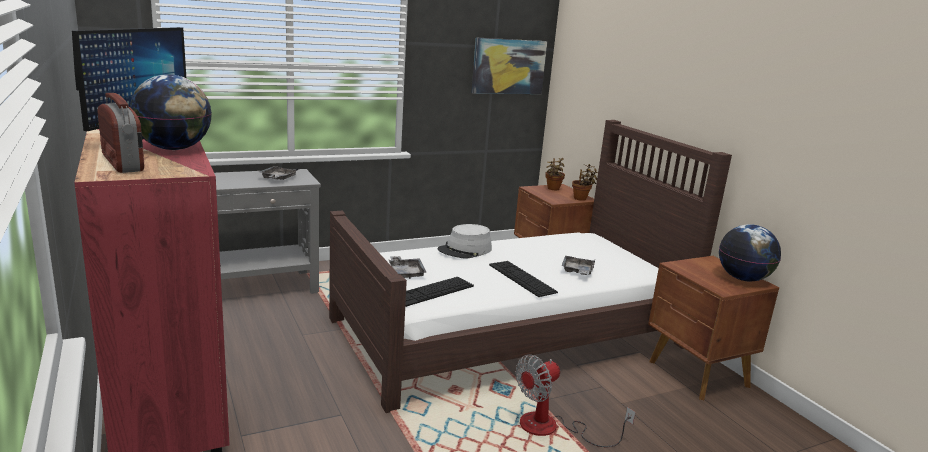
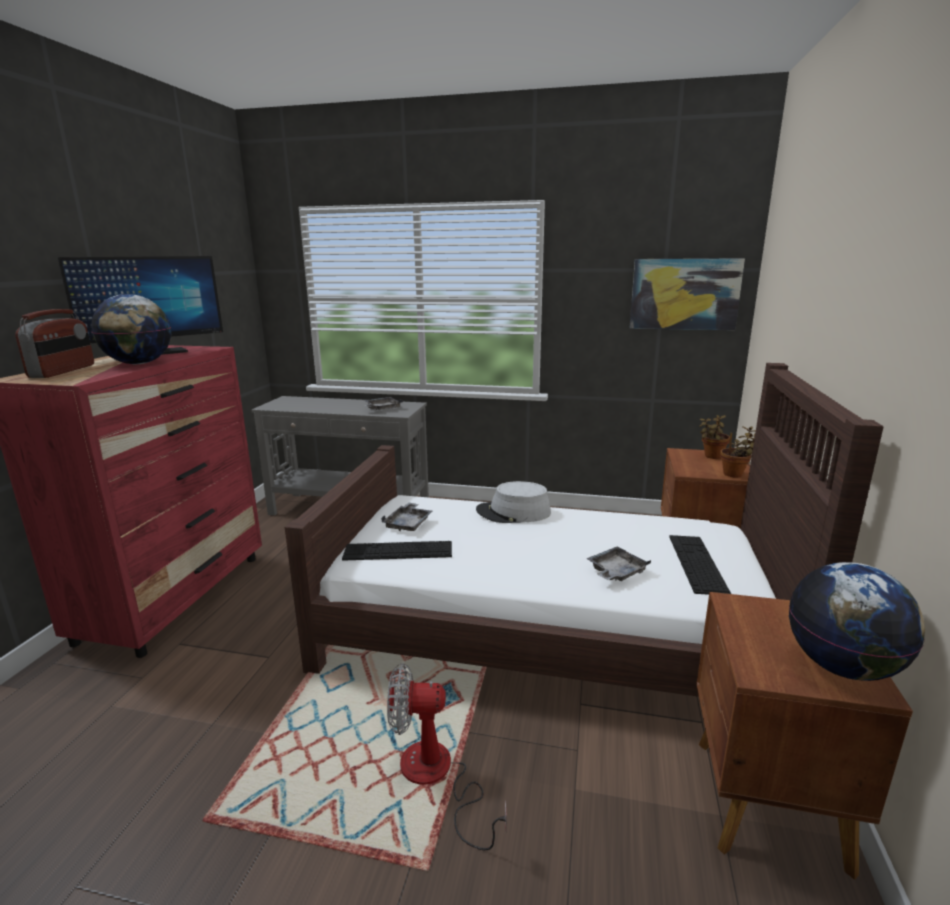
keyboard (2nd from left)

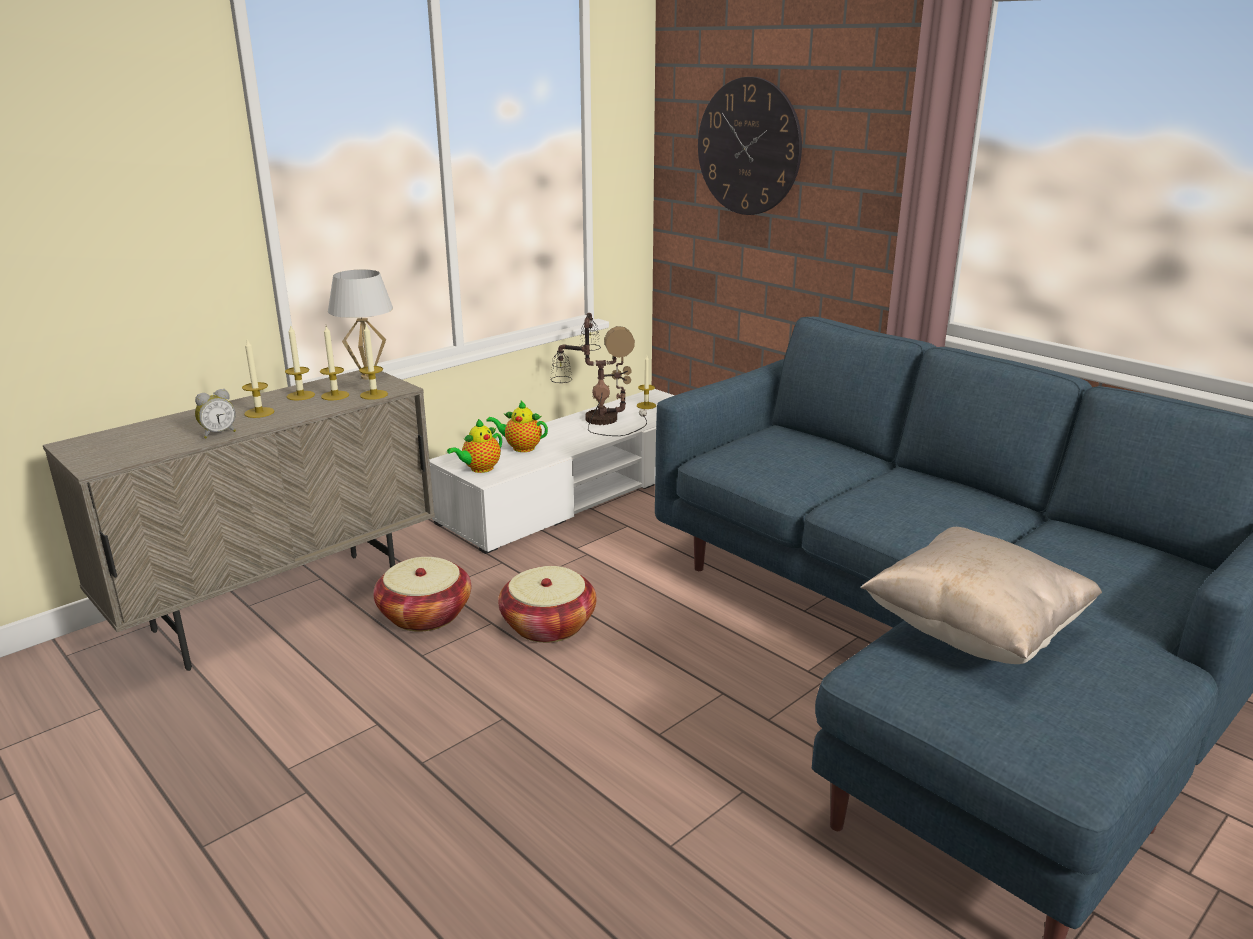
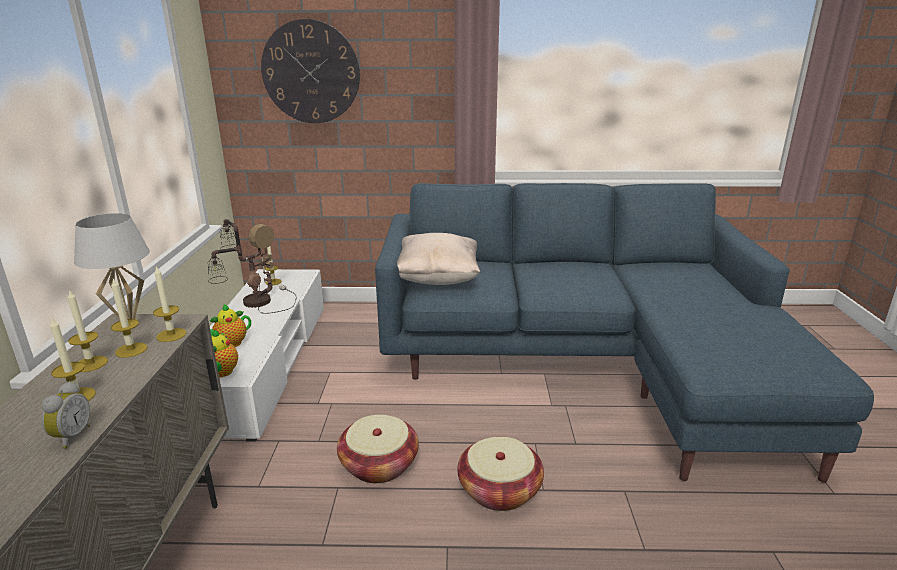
basket (2nd from left)
pillow (beige)

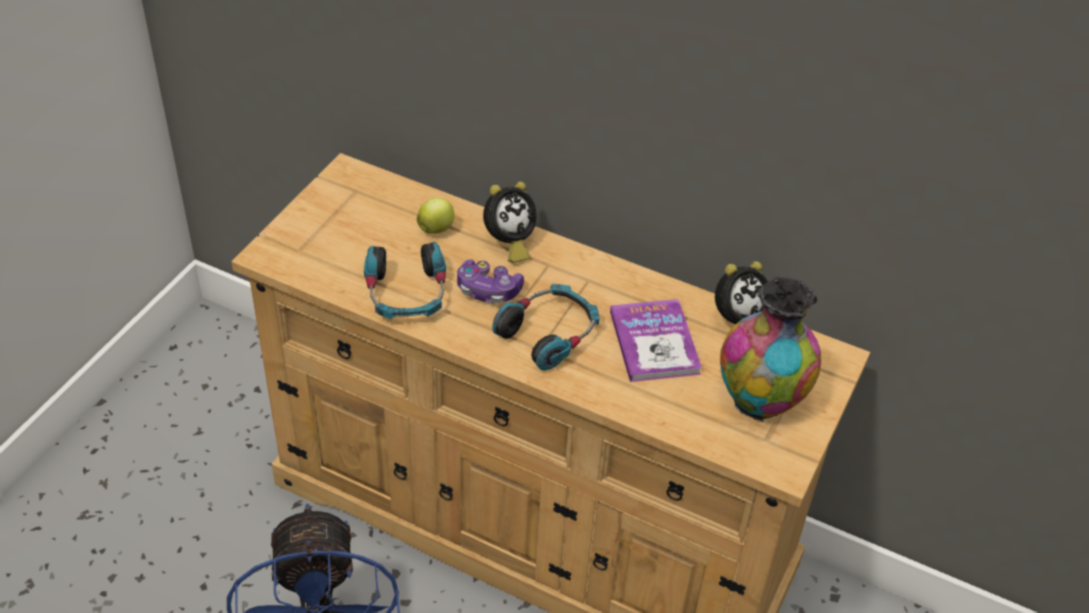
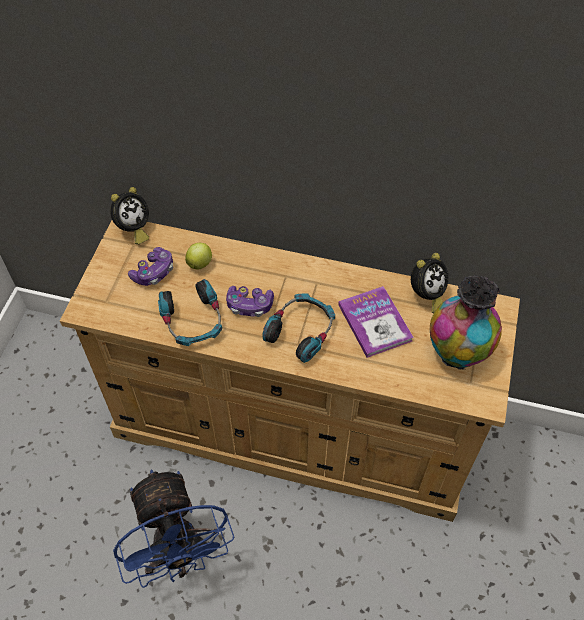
game controller (1st from left)
alarm clock (1st from left)

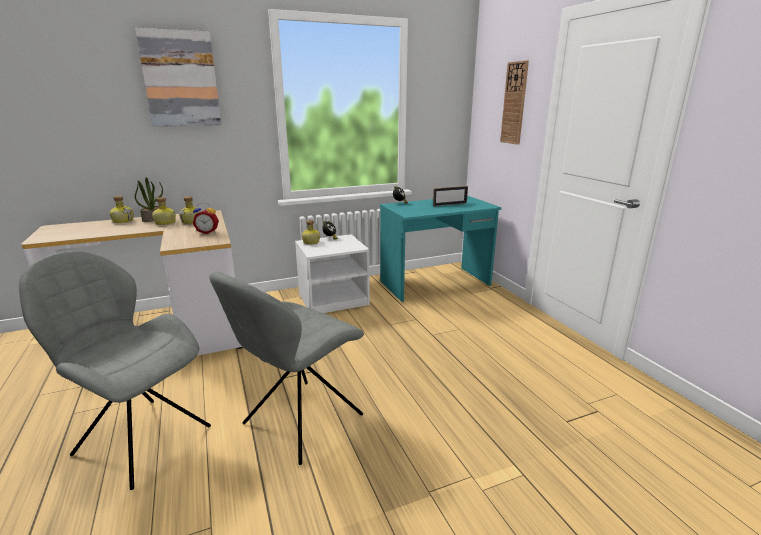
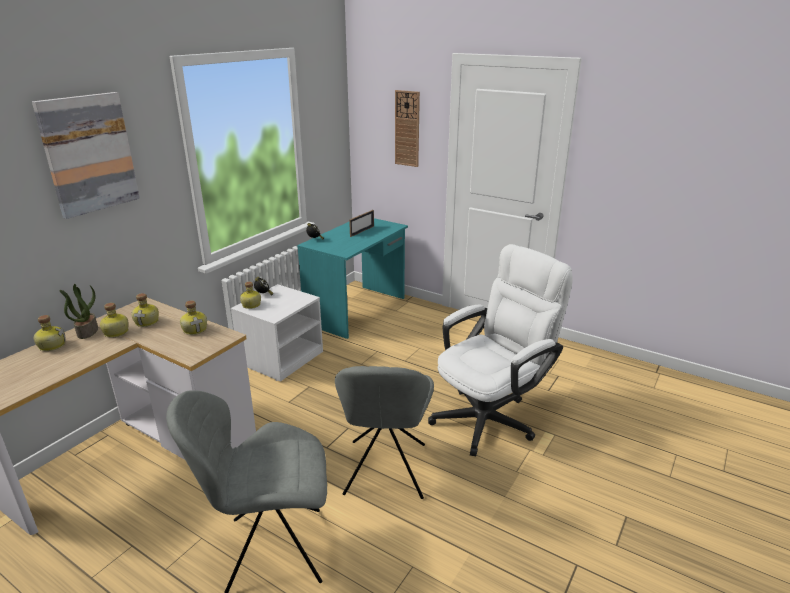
office chair (white)
bottle (4th from left)

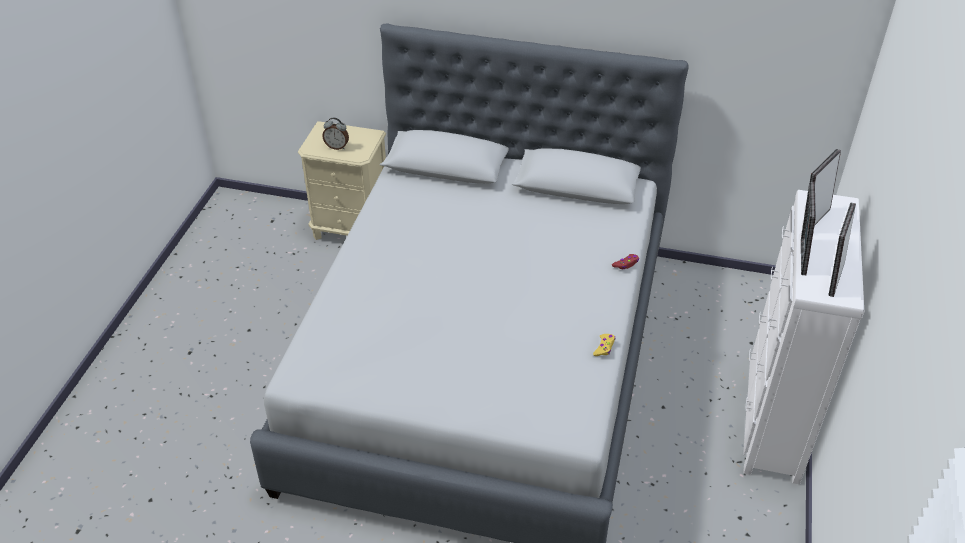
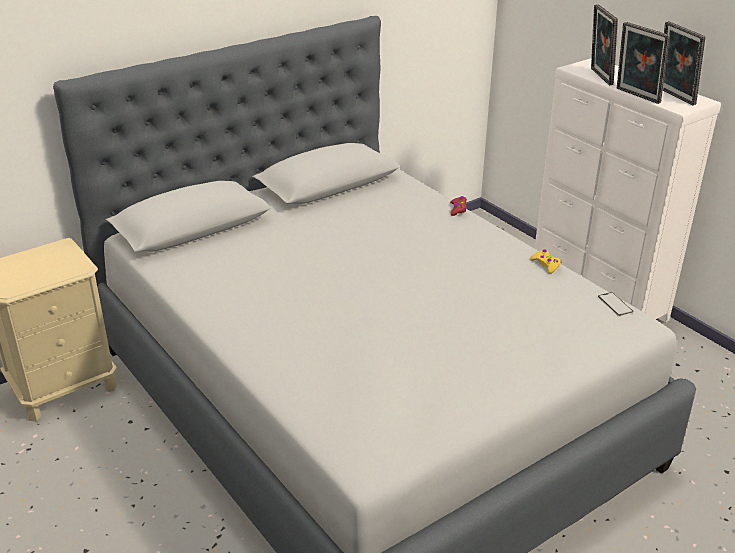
alarm clock
phone

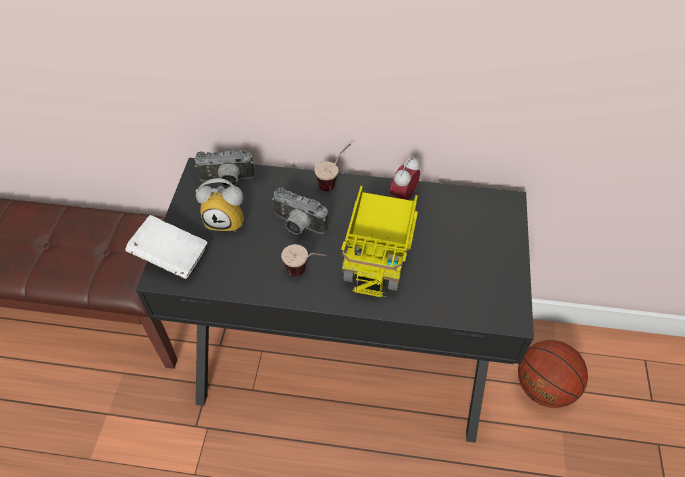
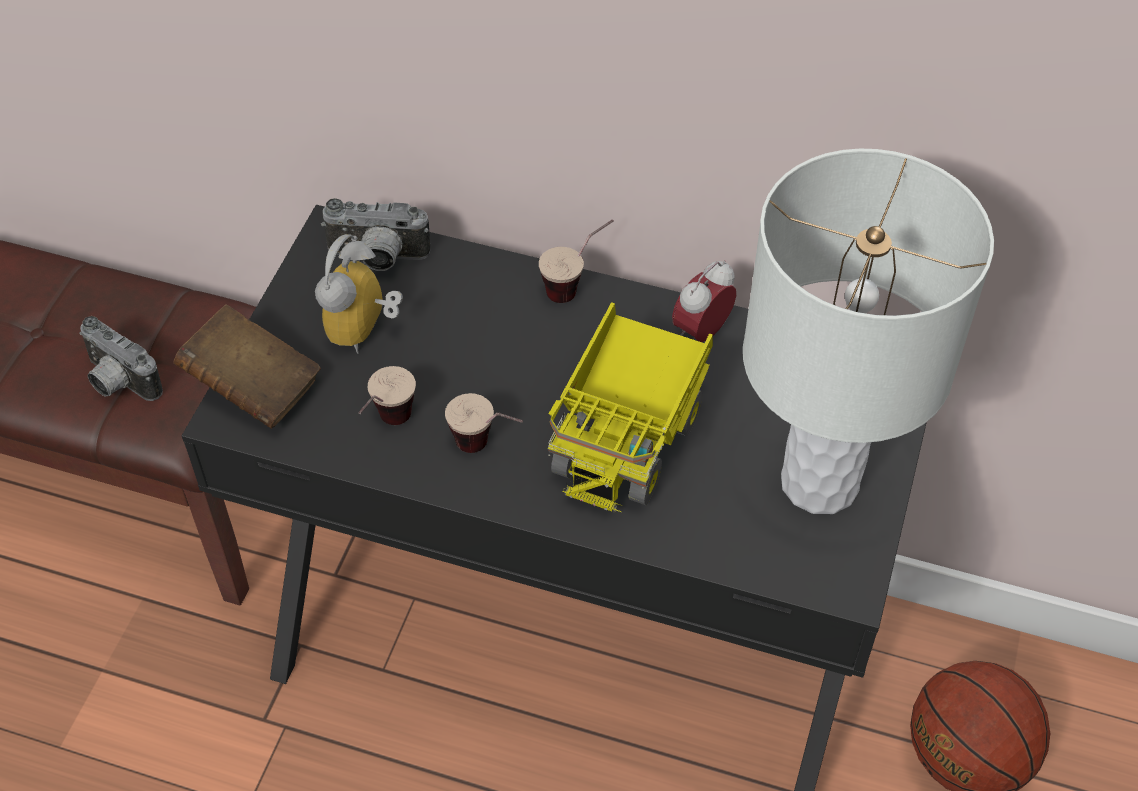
cup (1st from left)
table lamp (white)
photo camera (1st from left)
book (brown)
alarm clock (1st from left)

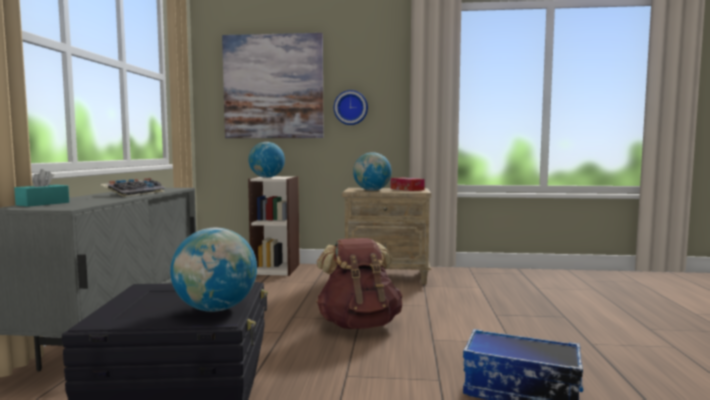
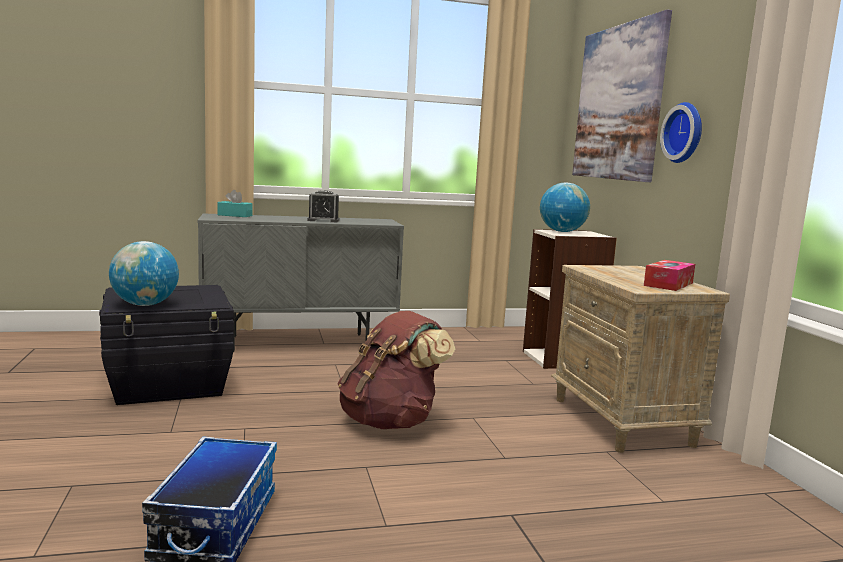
globe (3rd from left in the first image)
alarm clock

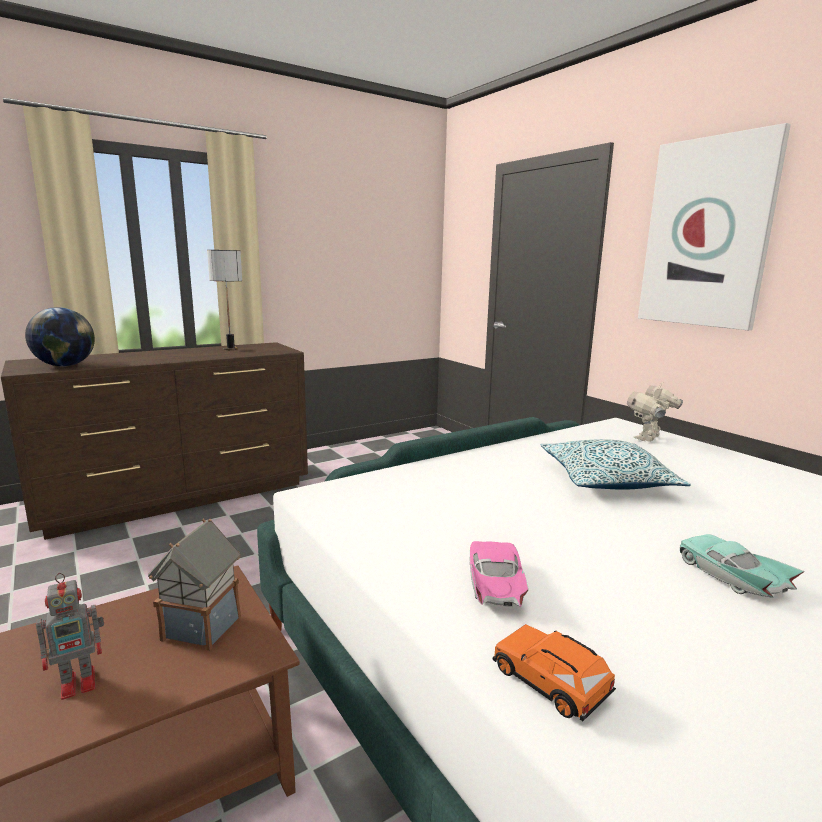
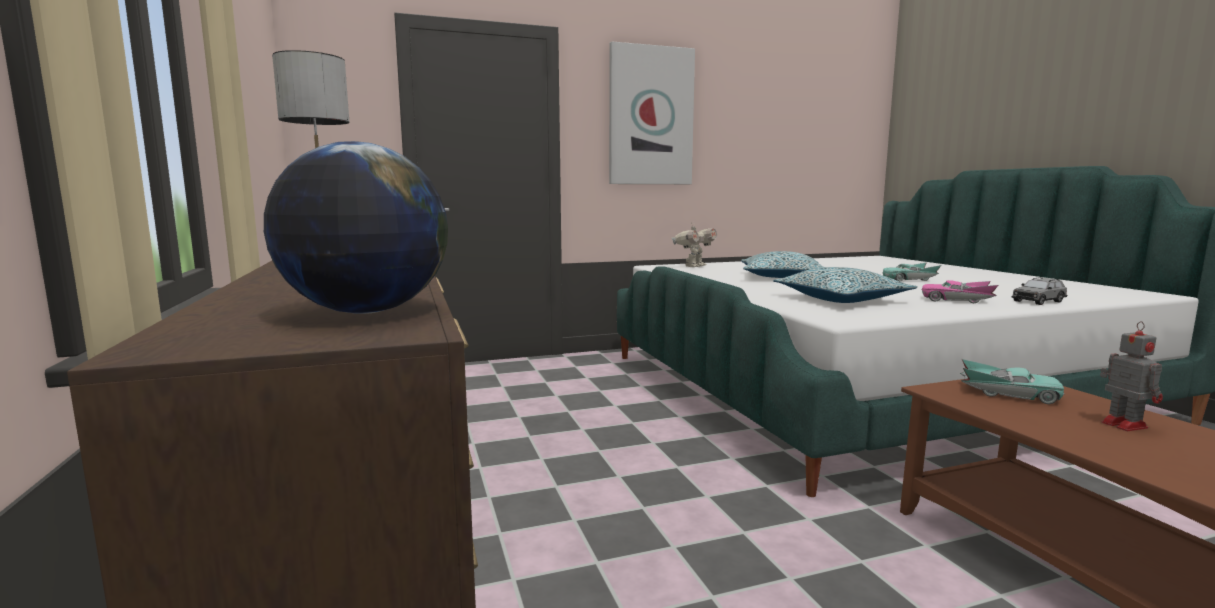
pillow (2nd from left)
toy car (turquoise) (2nd from left)
toy car (grey)
toy robot (1st from left)

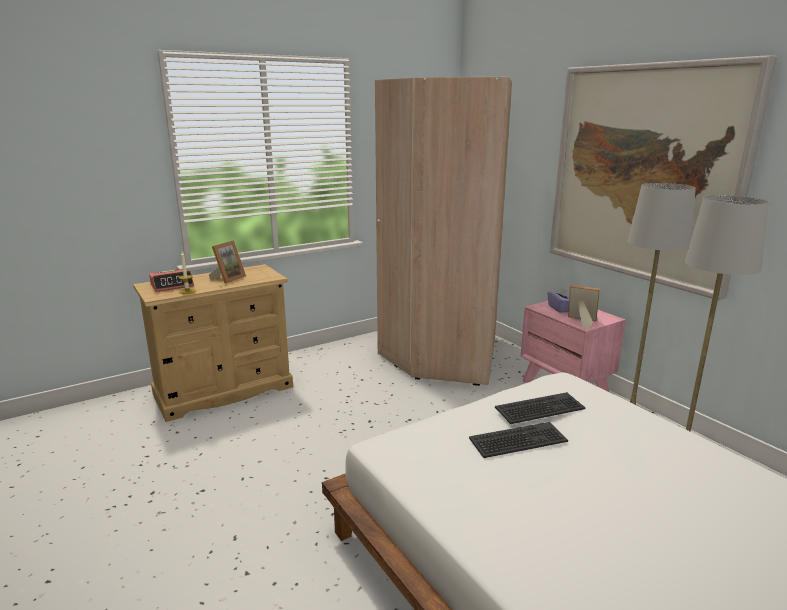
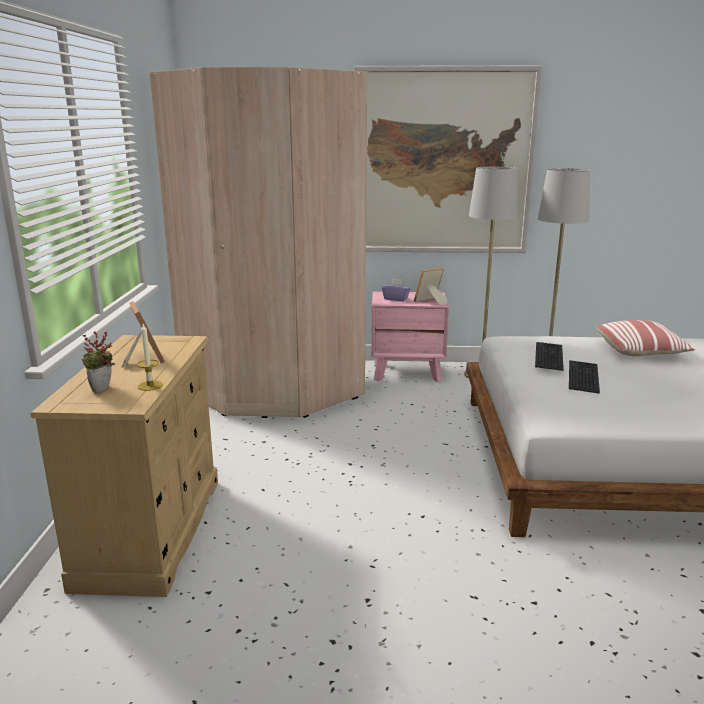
pillow
potted plant

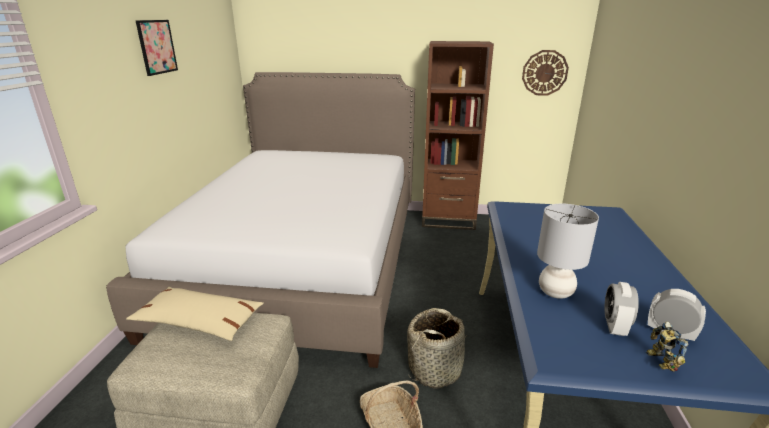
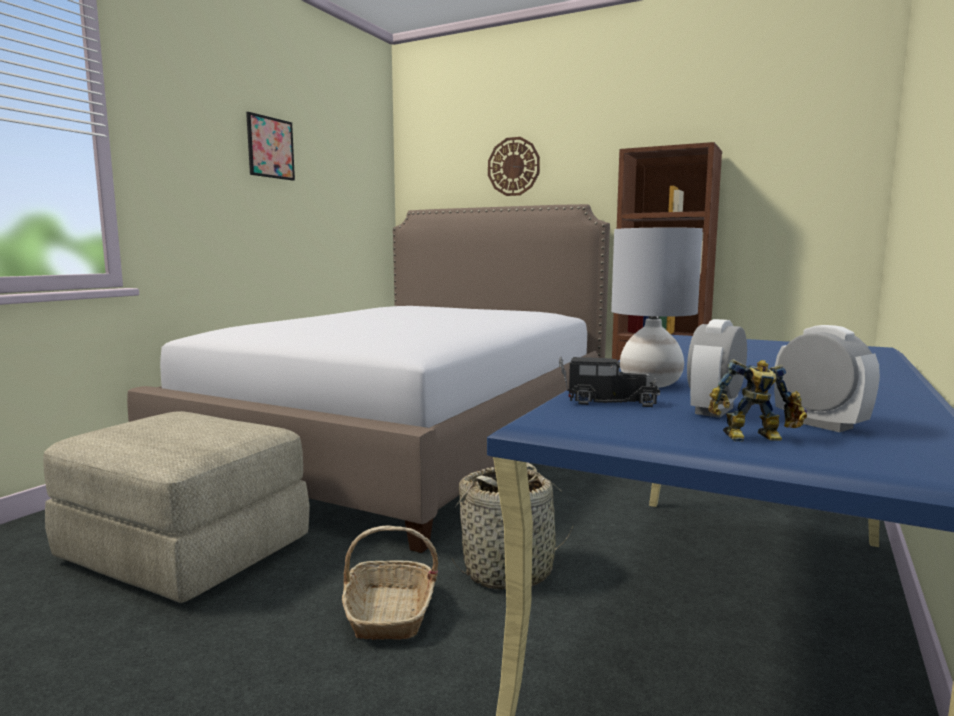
pillow (beige)
toy truck
wall clock
toy robot

